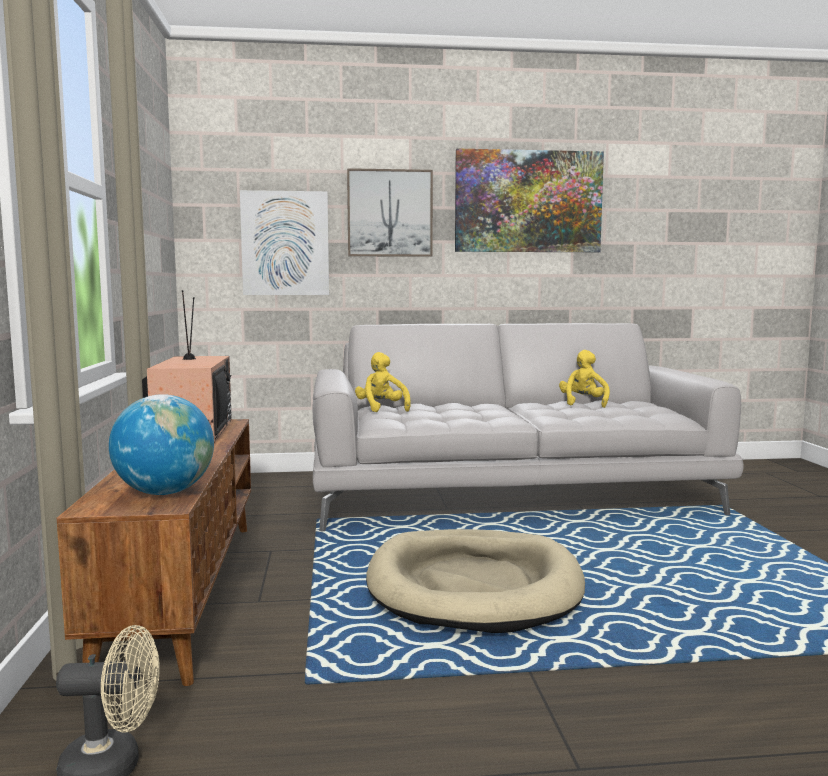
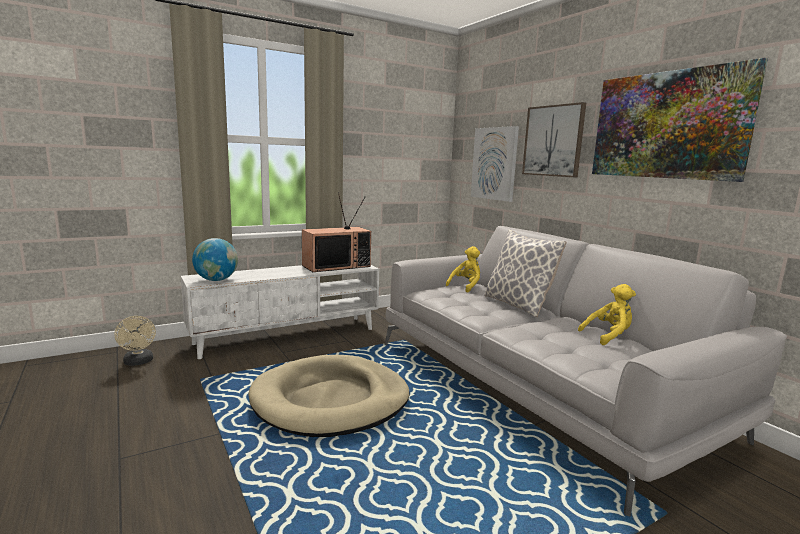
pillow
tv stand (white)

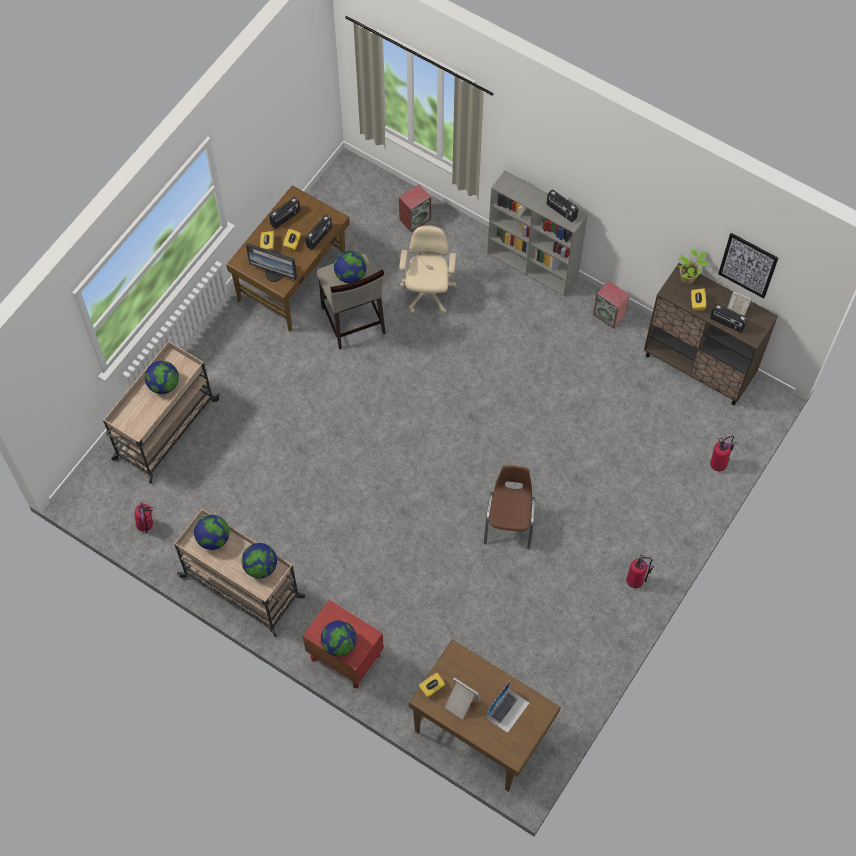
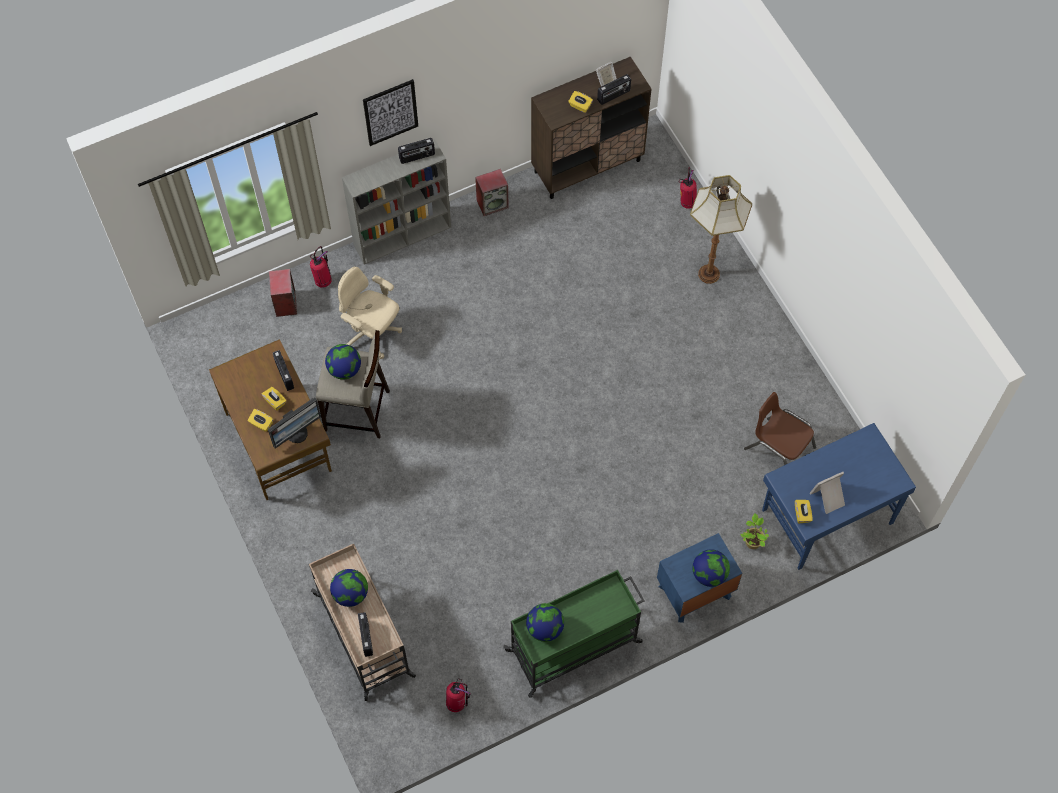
globe (3rd from left in the first image)
laptop
floor lamp
radio (2nd from left)
chair (brown)
fire extinguisher (1st from left)
potted plant
picture
cart (green)
nightstand (blue)
desk (blue)

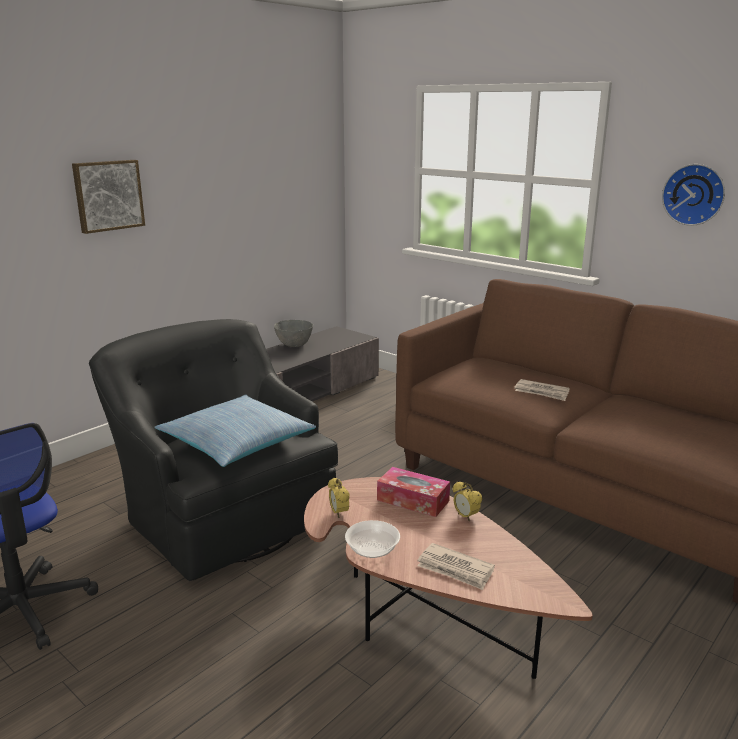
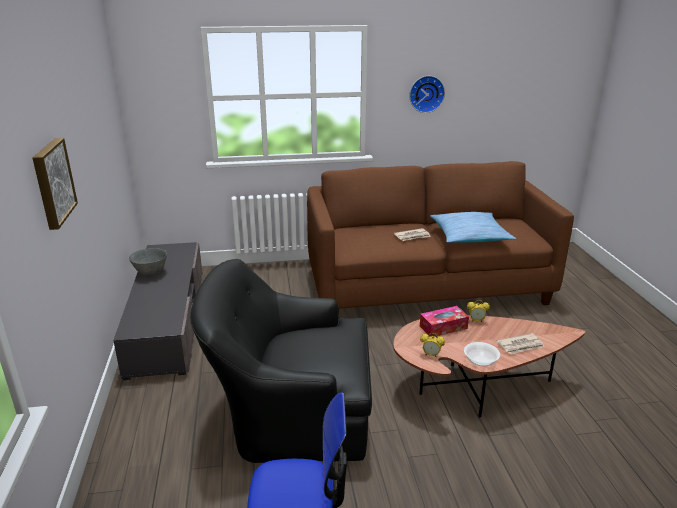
pillow

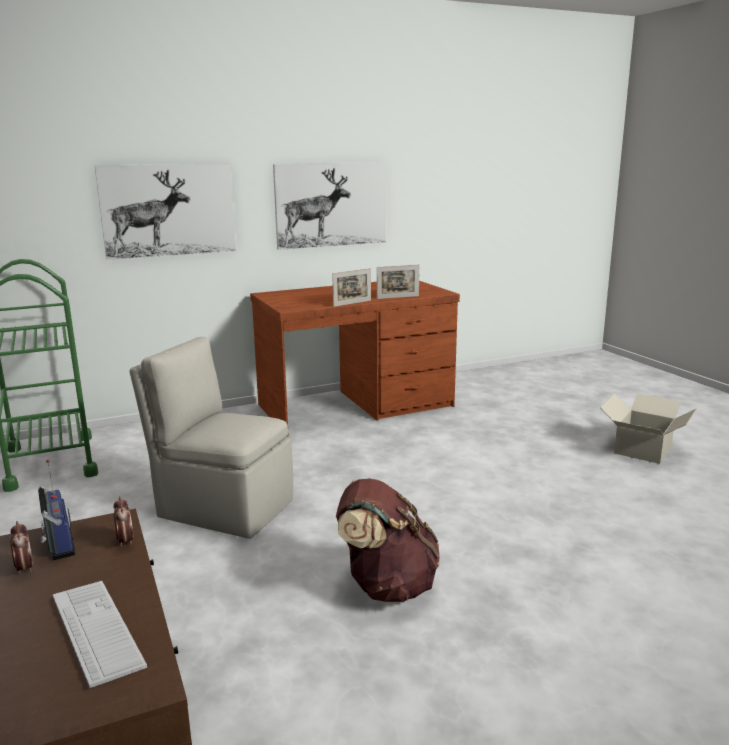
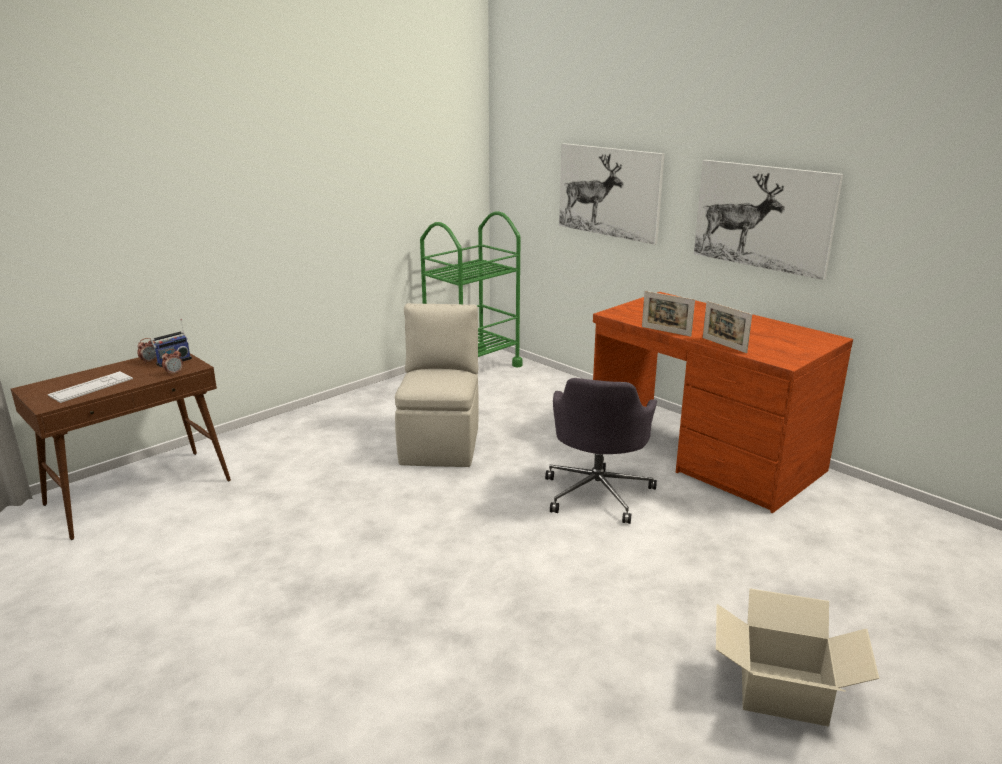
backpack (brown)
office chair (grey)

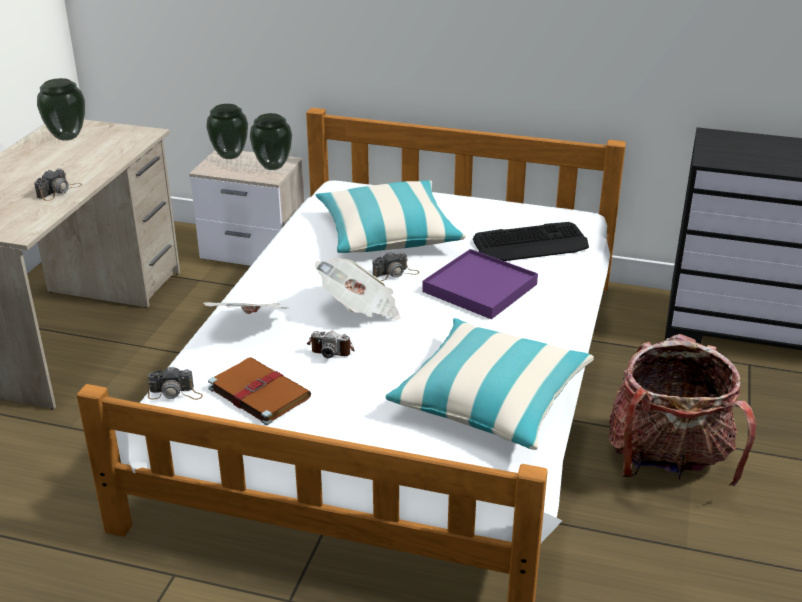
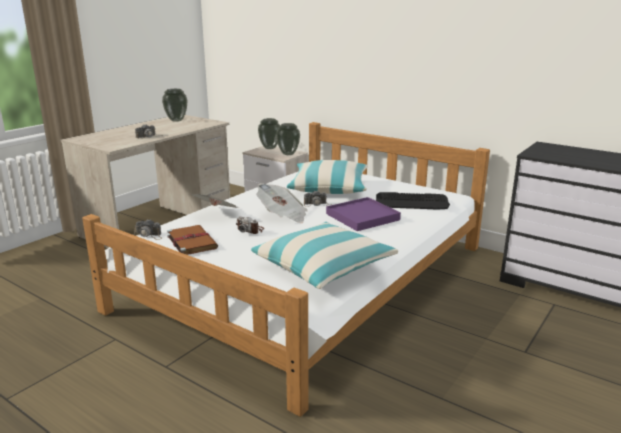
backpack

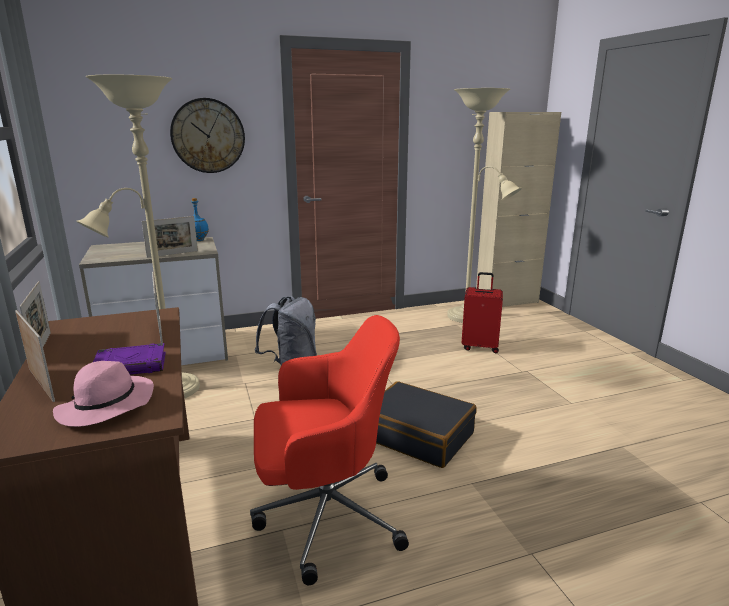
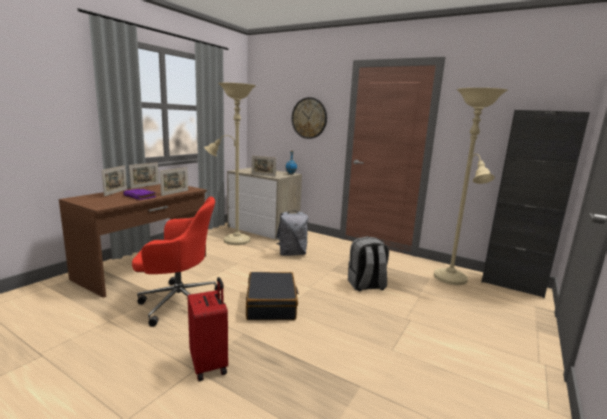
hat (pink)
backpack (grey) (2nd from left)
suitcase (red)
cabinet (black)
office chair (red)

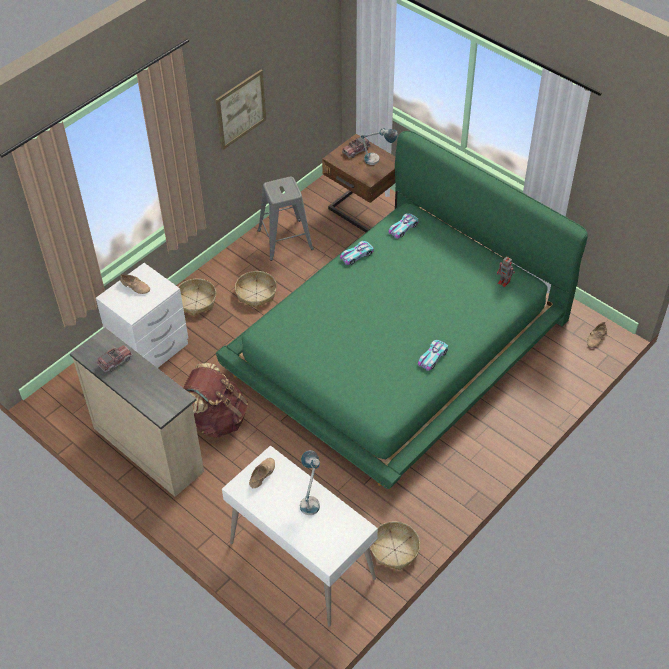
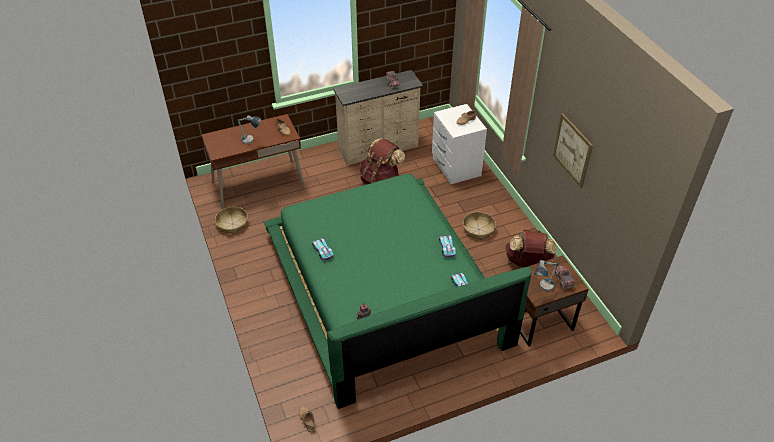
basket (1st from left in the first image)
backpack (brown) (2nd from left)
desk (brown)

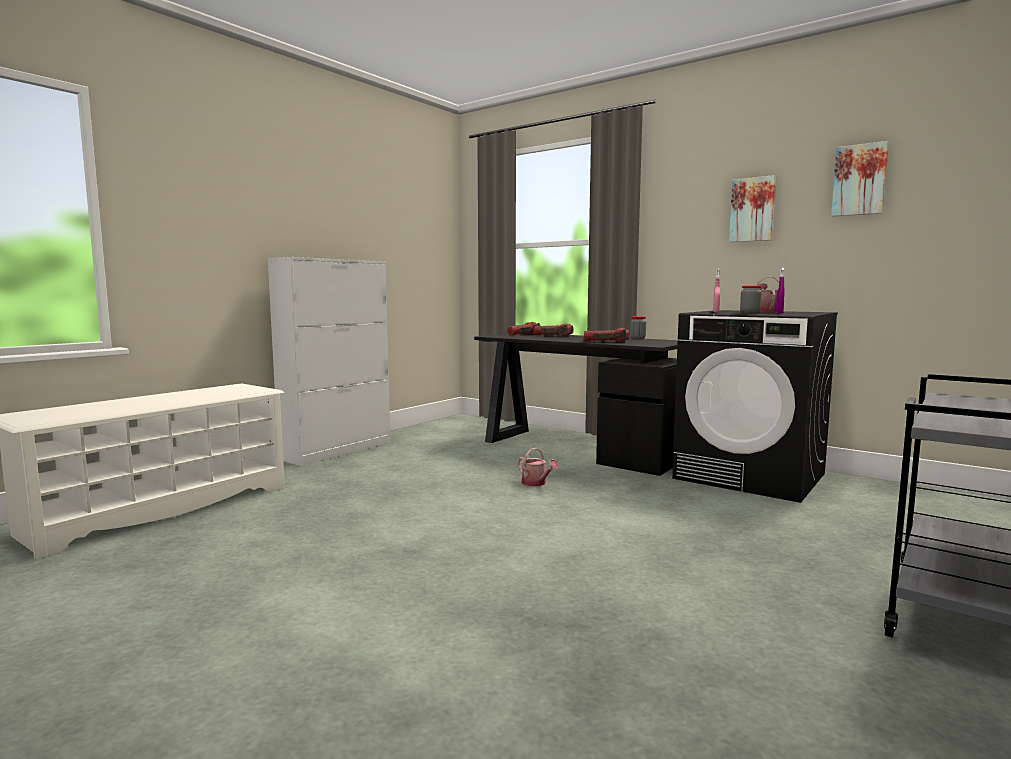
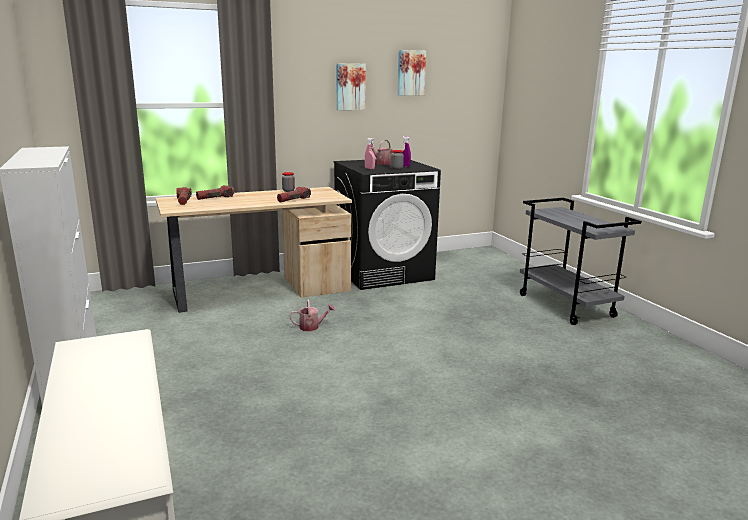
desk (beige)

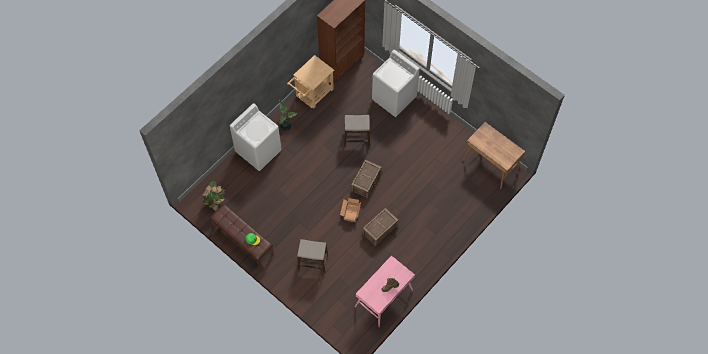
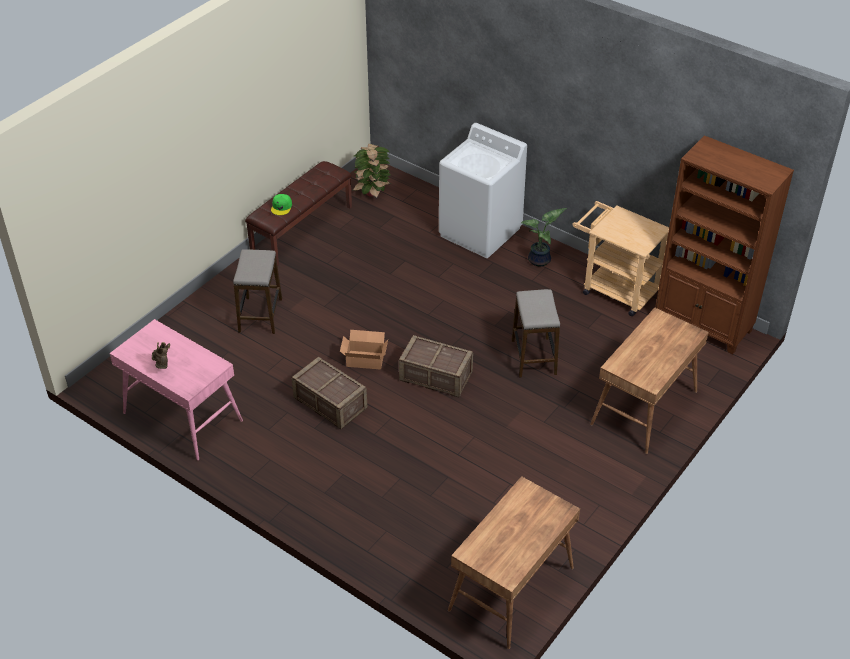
desk (brown) (2nd from left)

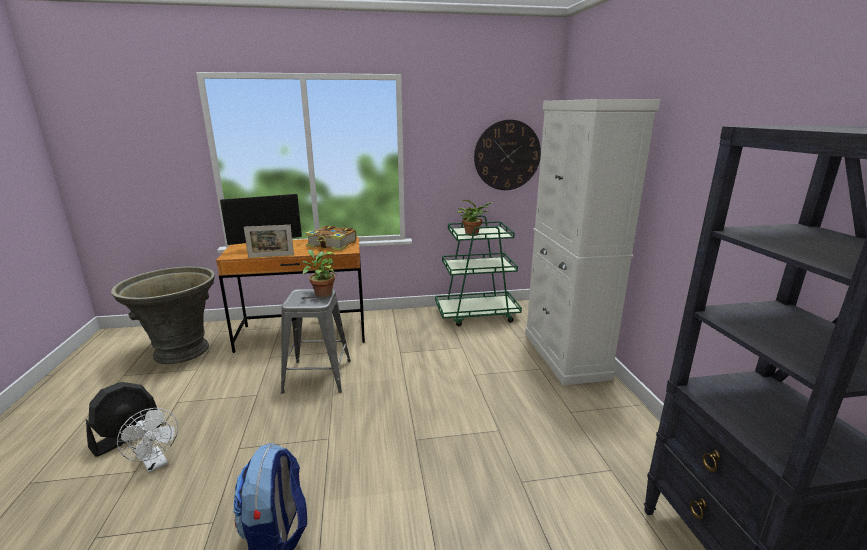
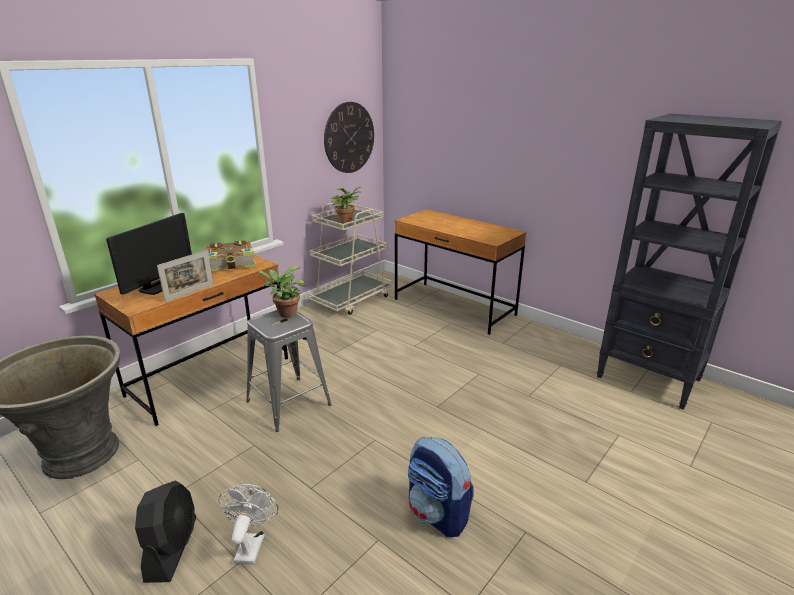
desk (brown) (2nd from left)
cart (beige)
fan (white)

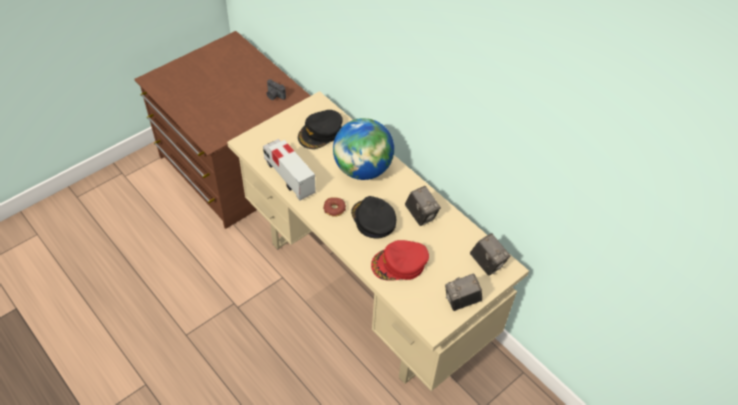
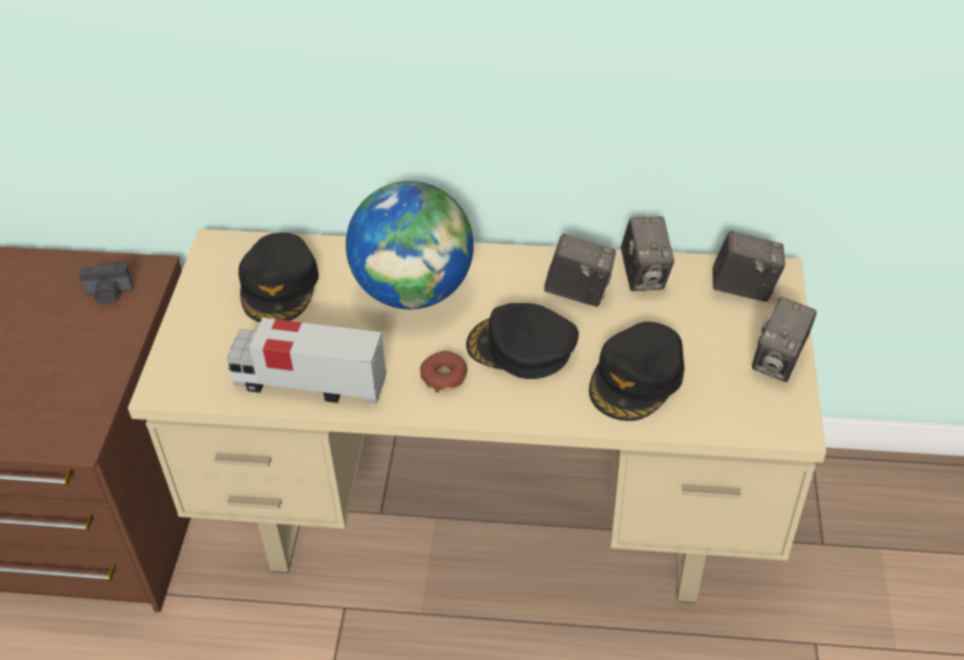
photo camera (3rd from left)
cap (black) (3rd from left)

